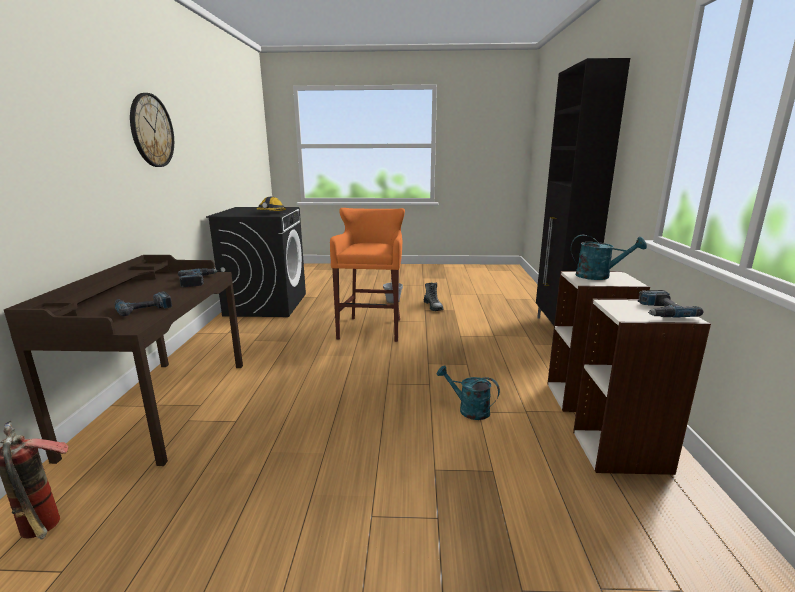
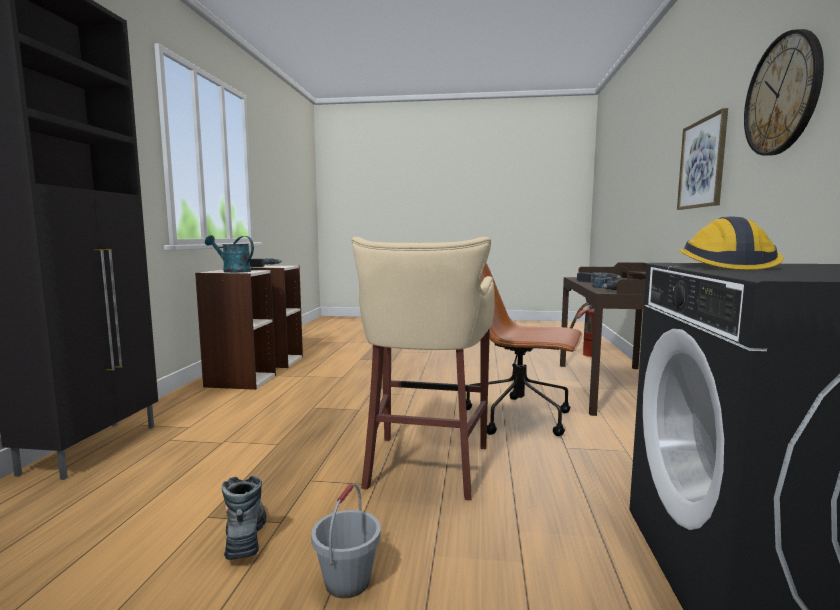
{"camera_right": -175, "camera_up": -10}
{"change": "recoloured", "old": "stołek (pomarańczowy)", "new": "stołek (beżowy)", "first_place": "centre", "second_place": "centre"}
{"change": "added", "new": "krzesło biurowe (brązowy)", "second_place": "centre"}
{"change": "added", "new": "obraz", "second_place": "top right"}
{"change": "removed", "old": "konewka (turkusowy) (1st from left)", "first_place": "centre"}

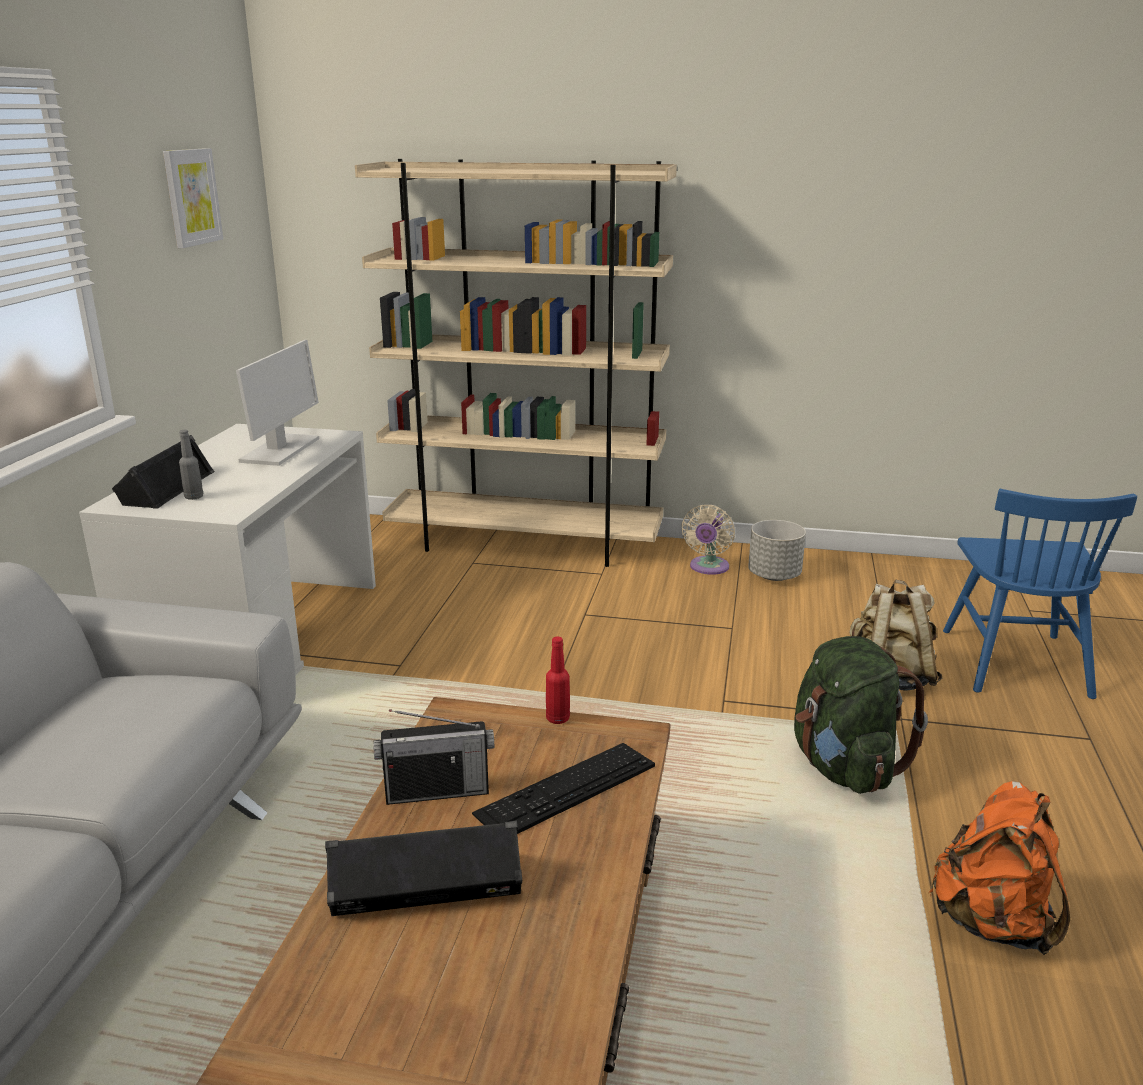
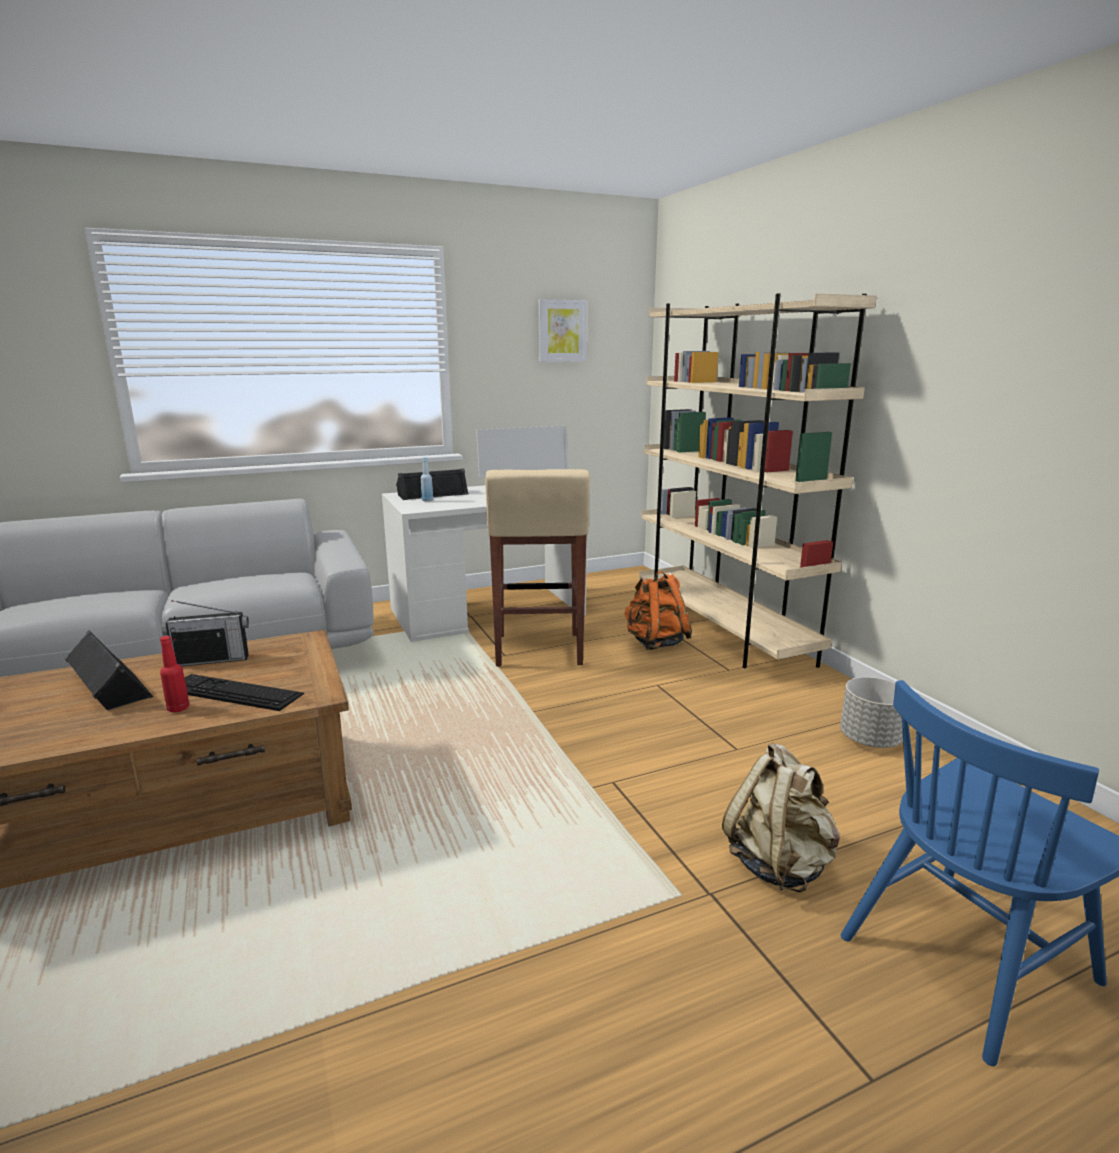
{"camera_right": 55, "camera_up": -5}
{"change": "moved", "old": "butelka (czerwony)", "first_place": "centre", "second_place": "middle left"}
{"change": "turned", "old": "radio", "first_place": "bottom centre", "second_place": "middle left", "degrees": -60}
{"change": "recoloured", "old": "butelka (szary)", "new": "butelka (niebieski)", "first_place": "middle left", "second_place": "centre"}
{"change": "added", "new": "stołek (beżowy)", "second_place": "centre"}
{"change": "moved", "old": "plecak (pomarańczowy)", "first_place": "bottom right", "second_place": "centre"}
{"change": "removed", "old": "wentylator (beżowy)", "first_place": "centre"}
{"change": "removed", "old": "plecak (zielony)", "first_place": "middle right"}

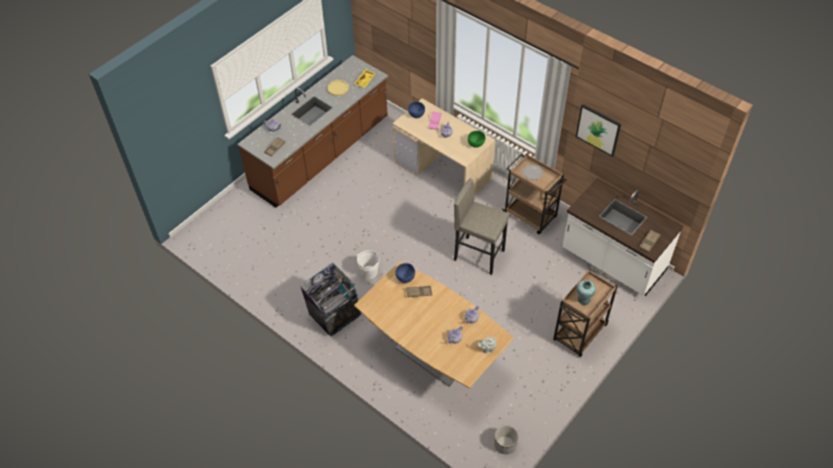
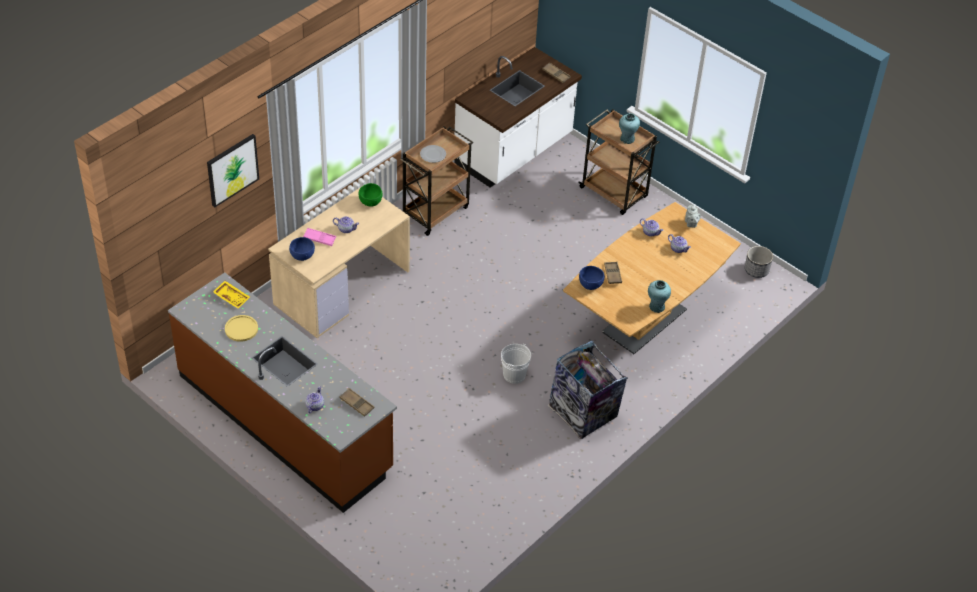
{"camera_right": -90, "camera_up": -5}
{"change": "moved", "old": "obraz", "first_place": "top right", "second_place": "top left"}
{"change": "added", "new": "wazon (turkusowy) (2nd from left)", "second_place": "middle right"}
{"change": "removed", "old": "stołek (szary)", "first_place": "centre"}

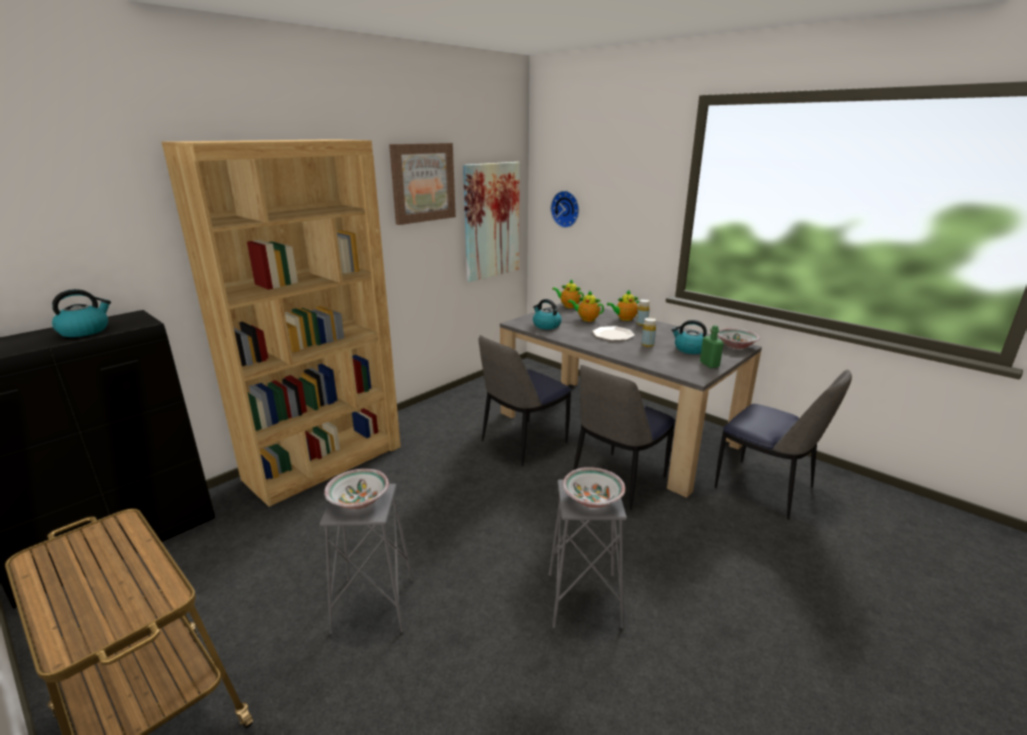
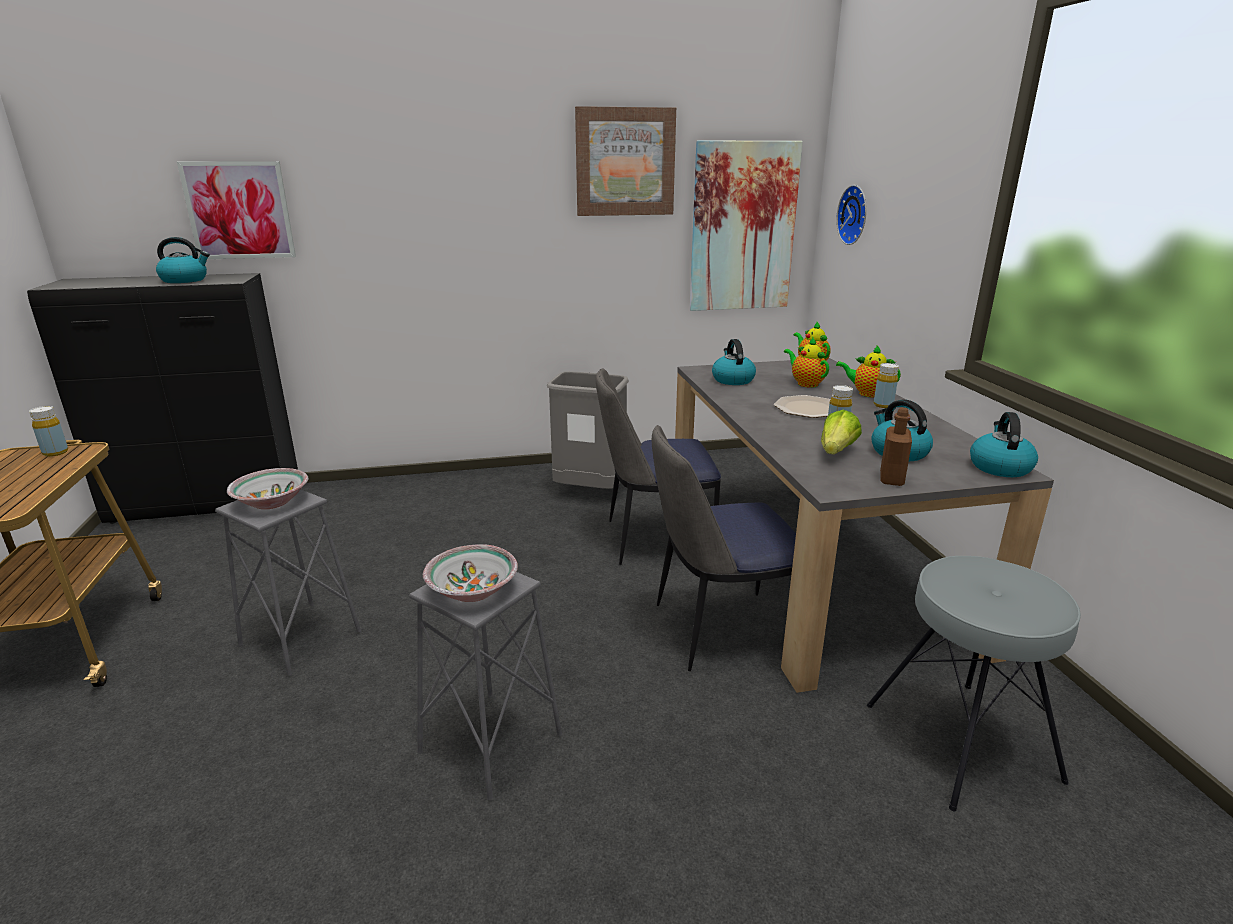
{"camera_right": 35, "camera_up": 0}
{"change": "added", "new": "butelka (żółty) (1st from left)", "second_place": "middle left"}
{"change": "added", "new": "obraz (1st from left)", "second_place": "top left"}
{"change": "added", "new": "kosz na śmieci (szary)", "second_place": "centre"}
{"change": "added", "new": "sałata", "second_place": "middle right"}
{"change": "replaced", "old": "krzesło (3rd from left)", "new": "stołek (szary) (3rd from left)", "first_place": "middle right", "second_place": "bottom right"}
{"change": "recoloured", "old": "butelka (zielony)", "new": "butelka (brązowy)", "first_place": "middle right", "second_place": "middle right"}
{"change": "replaced", "old": "miska (3rd from left)", "new": "czajnik (4th from left)", "first_place": "middle right", "second_place": "middle right"}
{"change": "removed", "old": "regał (brązowy)", "first_place": "middle left"}

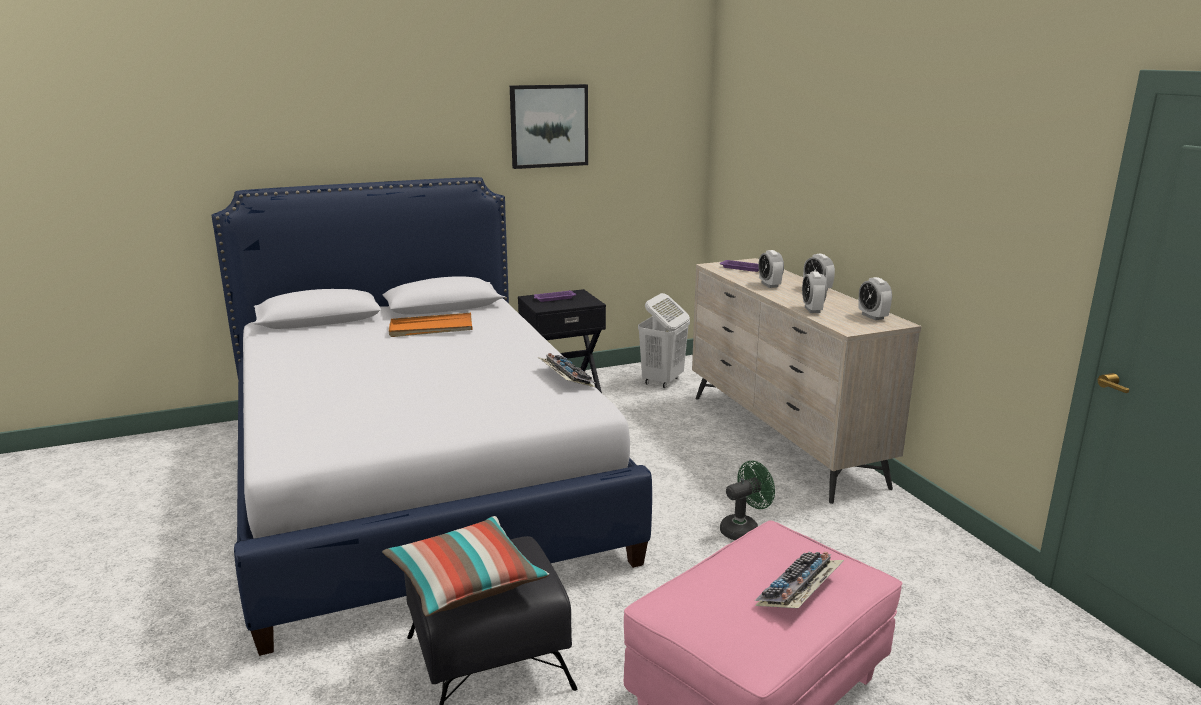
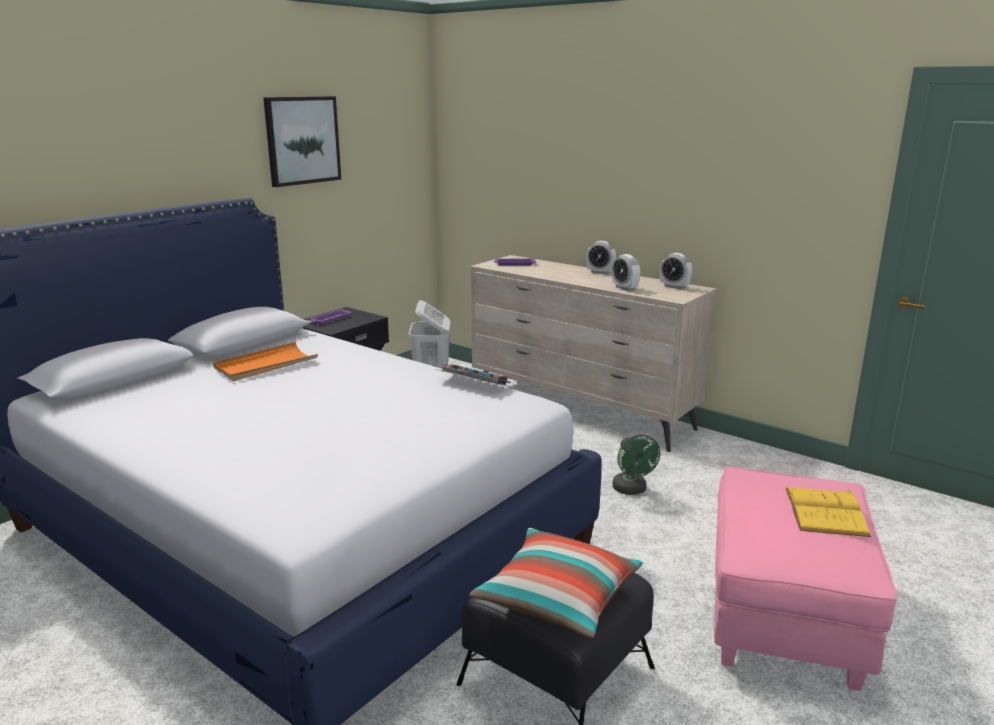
{"camera_right": -30, "camera_up": 0}
{"change": "turned", "old": "wentylator (zielony)", "first_place": "bottom centre", "second_place": "centre", "degrees": 135}
{"change": "replaced", "old": "klawiatura (2nd from left)", "new": "książka (żółty)", "first_place": "bottom centre", "second_place": "bottom right"}
{"change": "removed", "old": "budzik (1st from left)", "first_place": "centre"}

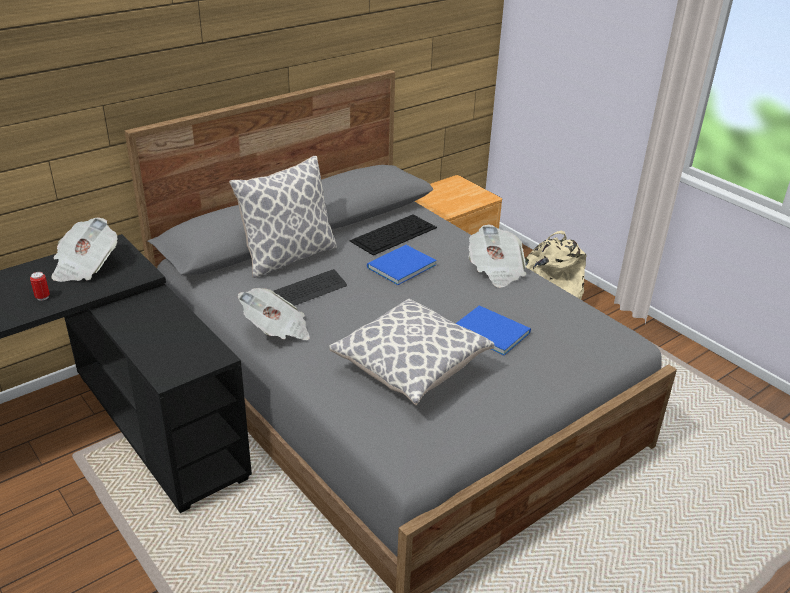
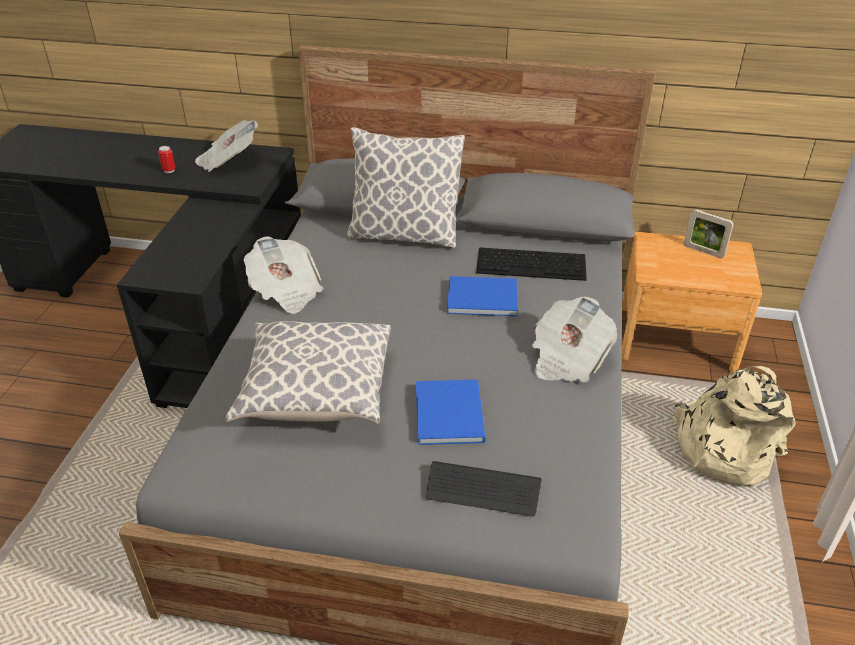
{"camera_right": 50, "camera_up": 5}
{"change": "moved", "old": "klawiatura (1st from left)", "first_place": "centre", "second_place": "bottom centre"}
{"change": "added", "new": "ramka na zdjęcie", "second_place": "middle right"}

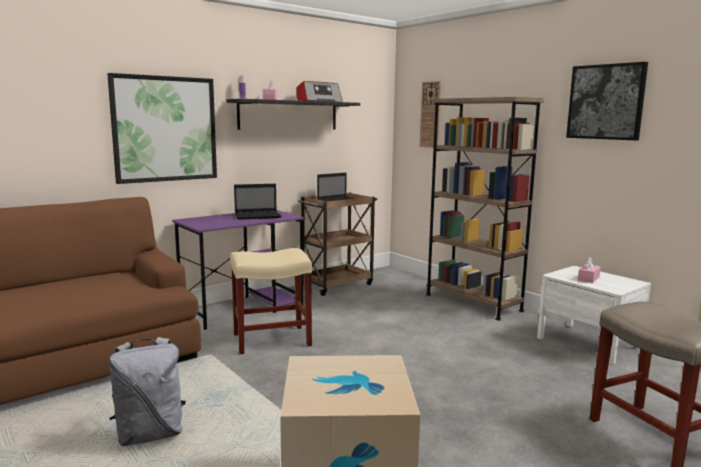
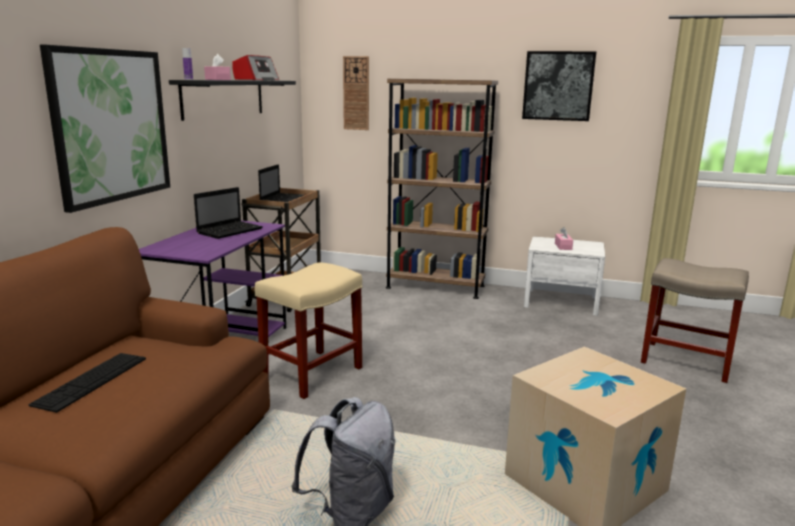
{"camera_right": -35, "camera_up": 5}
{"change": "added", "new": "klawiatura", "second_place": "bottom left"}

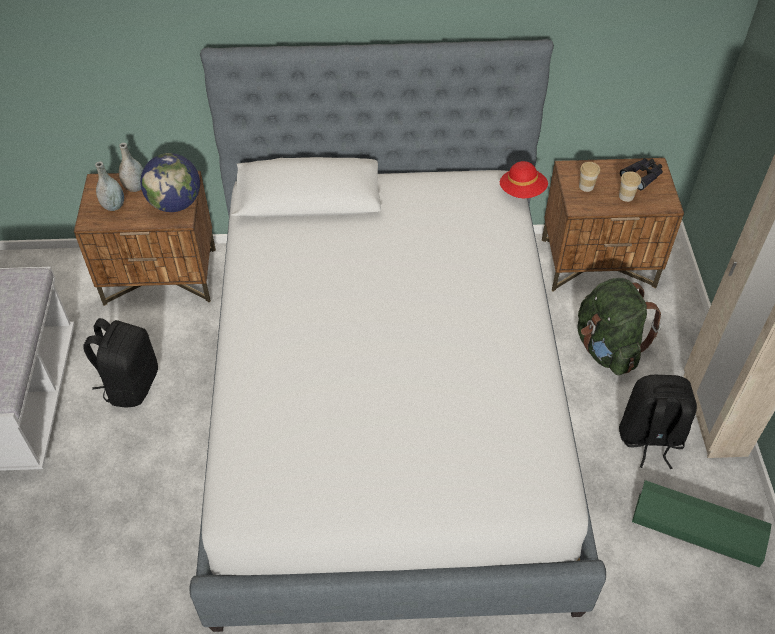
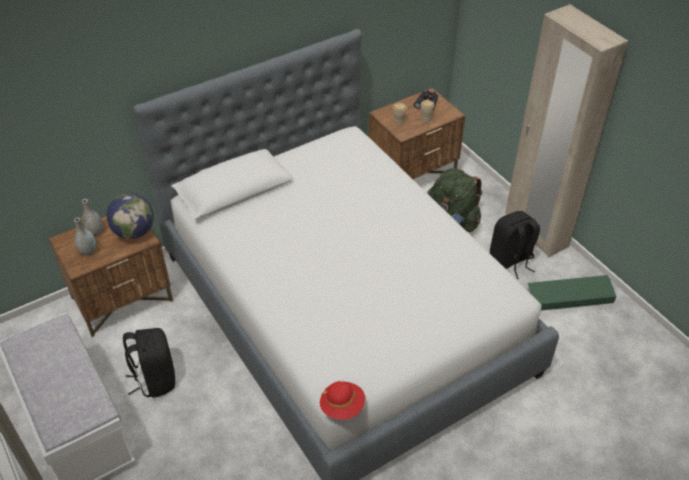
{"camera_right": -30, "camera_up": -5}
{"change": "moved", "old": "kapelusz (czerwony)", "first_place": "top right", "second_place": "bottom centre"}

